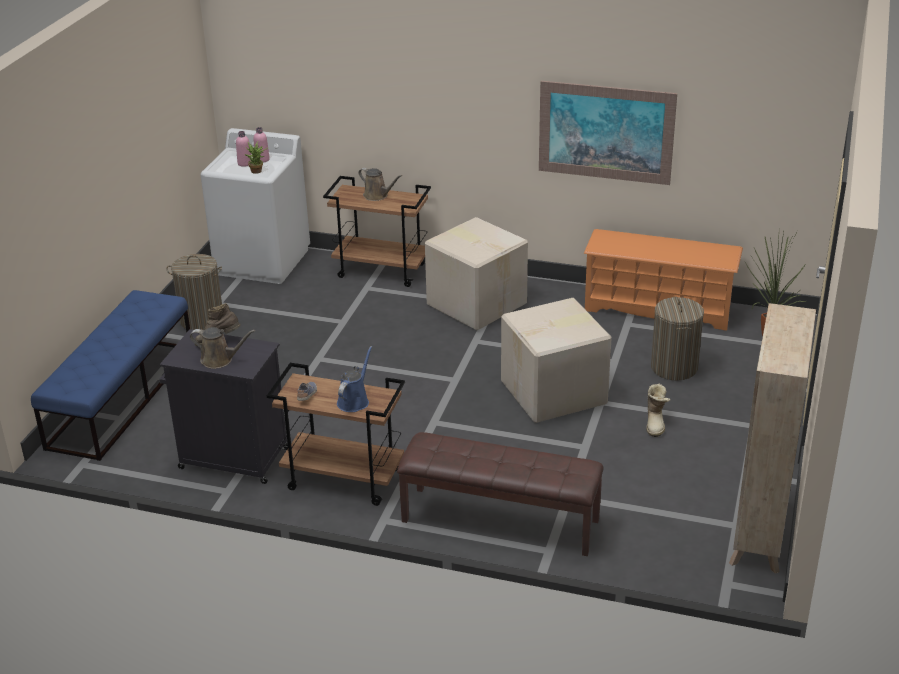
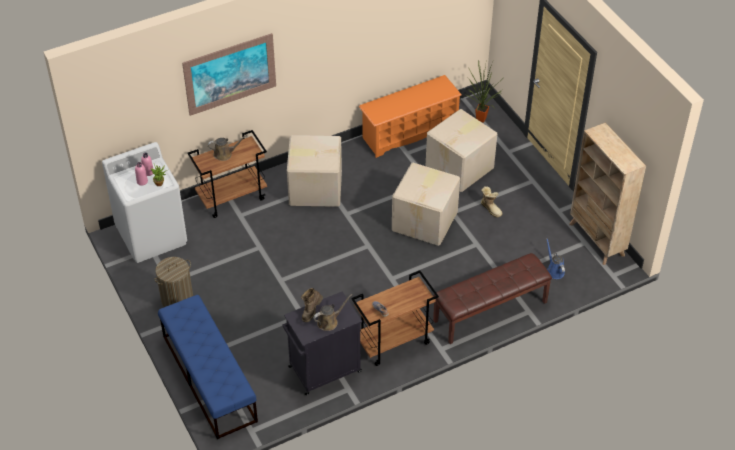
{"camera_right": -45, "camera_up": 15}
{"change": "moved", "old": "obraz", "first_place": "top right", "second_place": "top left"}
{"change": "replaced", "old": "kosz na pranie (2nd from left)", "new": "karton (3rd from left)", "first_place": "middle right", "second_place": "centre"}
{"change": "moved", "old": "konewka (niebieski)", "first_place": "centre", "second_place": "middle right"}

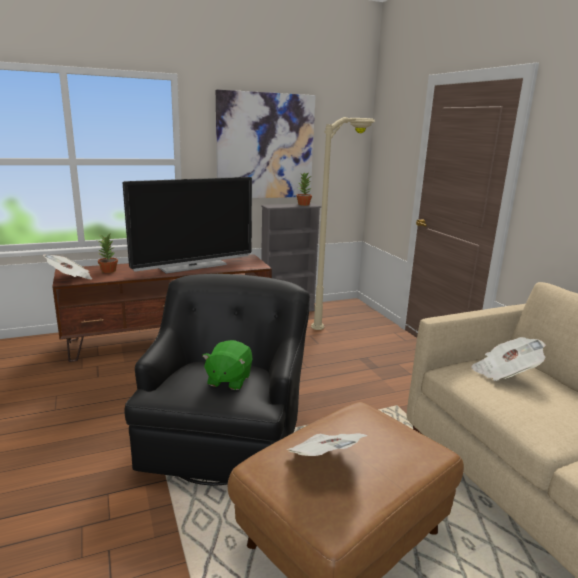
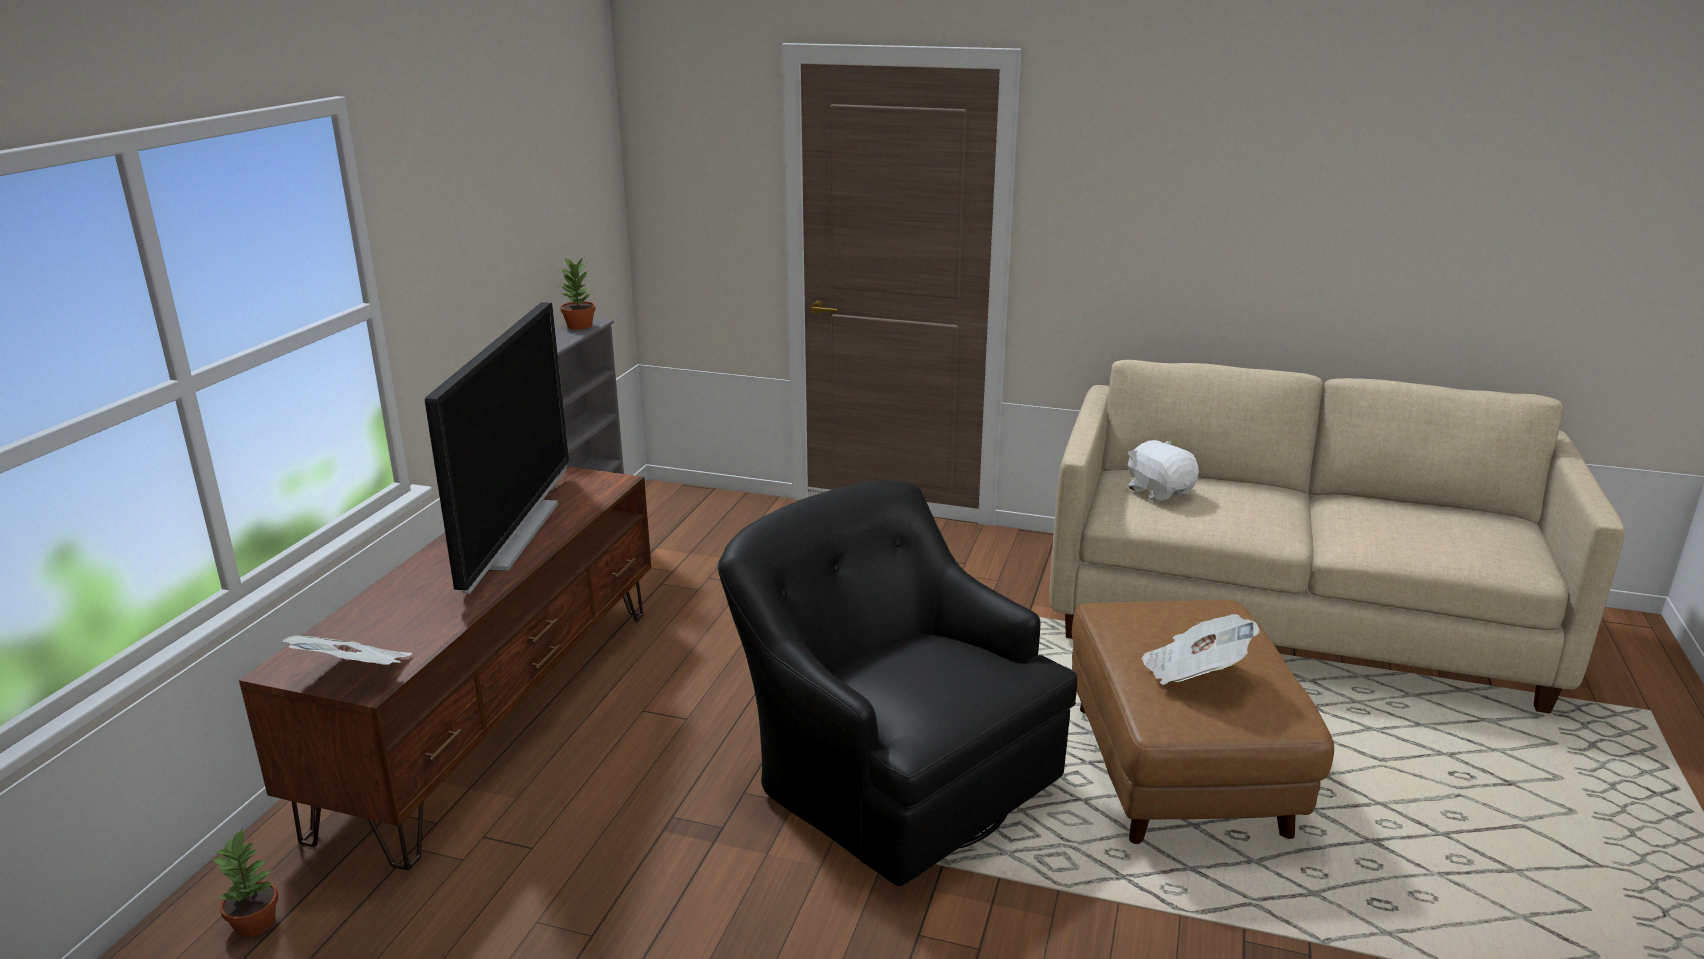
{"camera_right": -50, "camera_up": 5}
{"change": "moved", "old": "roślina doniczkowa (1st from left)", "first_place": "middle left", "second_place": "bottom left"}
{"change": "replaced", "old": "gazeta (3rd from left)", "new": "pluszak (biały)", "first_place": "middle right", "second_place": "middle right"}
{"change": "removed", "old": "pluszak (zielony)", "first_place": "centre"}
{"change": "removed", "old": "obraz", "first_place": "top centre"}
{"change": "removed", "old": "lampa stojąca (beżowy)", "first_place": "centre"}

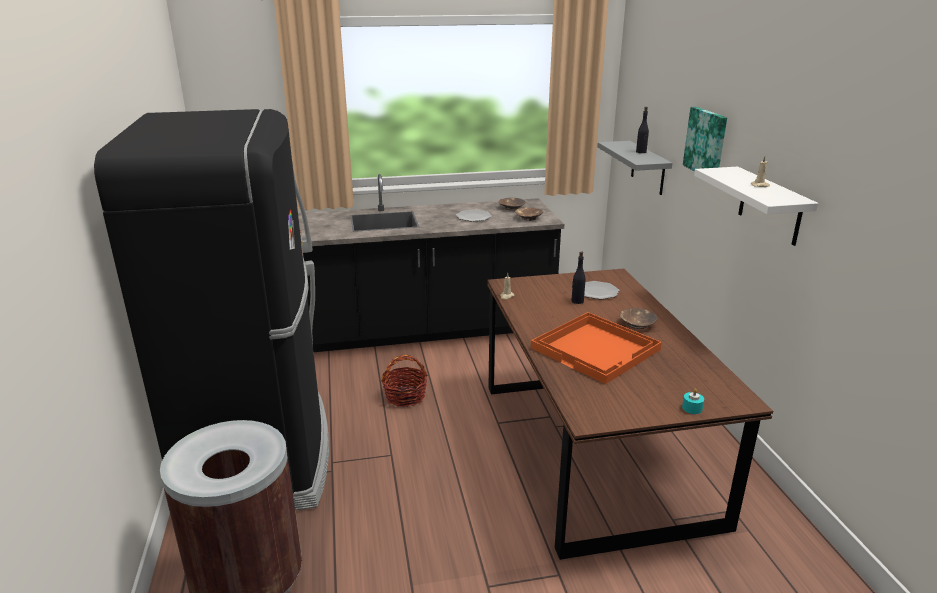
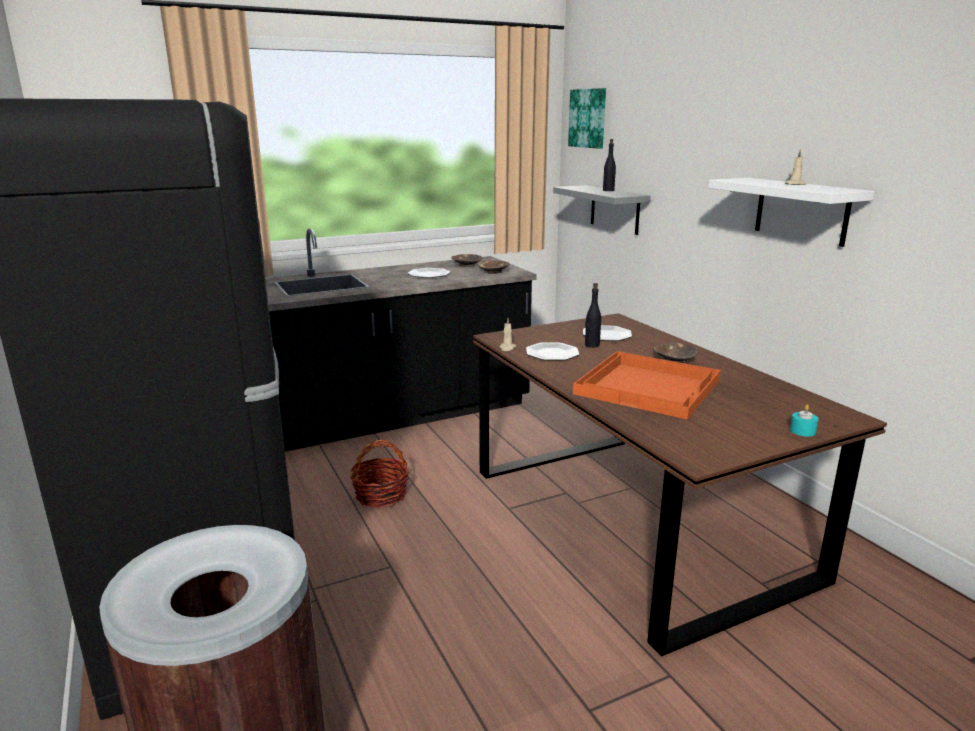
{"camera_right": -15, "camera_up": -5}
{"change": "added", "new": "talerz (2nd from left)", "second_place": "centre"}
{"change": "moved", "old": "obraz", "first_place": "top right", "second_place": "top centre"}

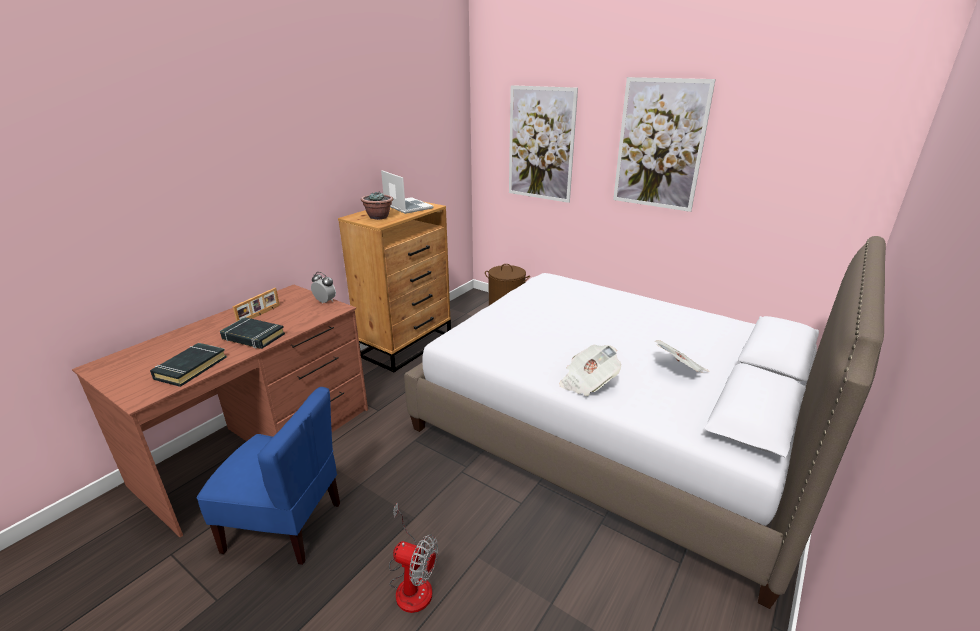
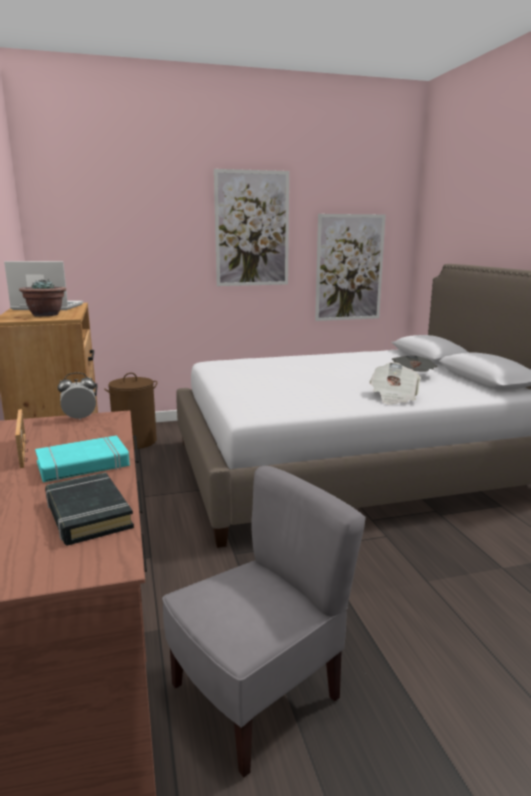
{"camera_right": -50, "camera_up": -10}
{"change": "recoloured", "old": "książka (czarny) (2nd from left)", "new": "książka (turkusowy)", "first_place": "middle left", "second_place": "middle left"}
{"change": "recoloured", "old": "krzesło (niebieski)", "new": "krzesło (szary)", "first_place": "bottom left", "second_place": "bottom centre"}
{"change": "moved", "old": "obraz (1st from left in the first image)", "new": "obraz (2nd from left)", "first_place": "top centre", "second_place": "centre"}
{"change": "removed", "old": "wentylator", "first_place": "bottom centre"}

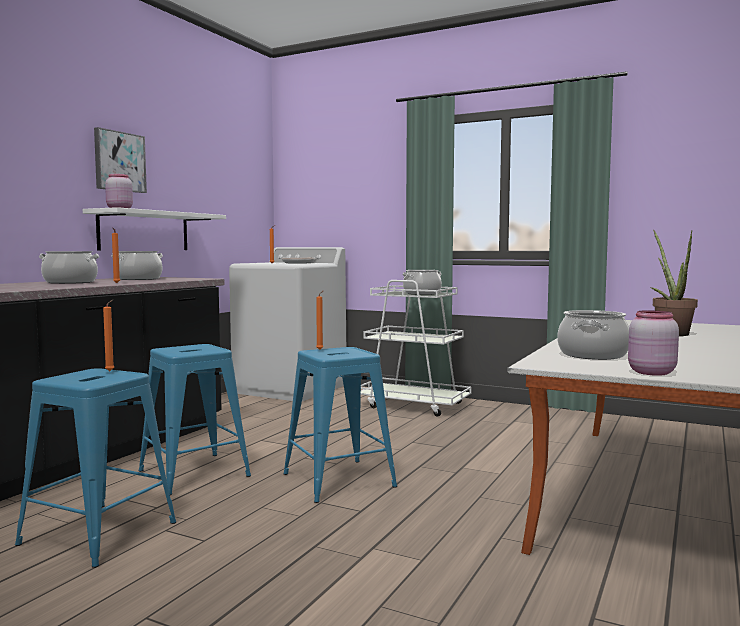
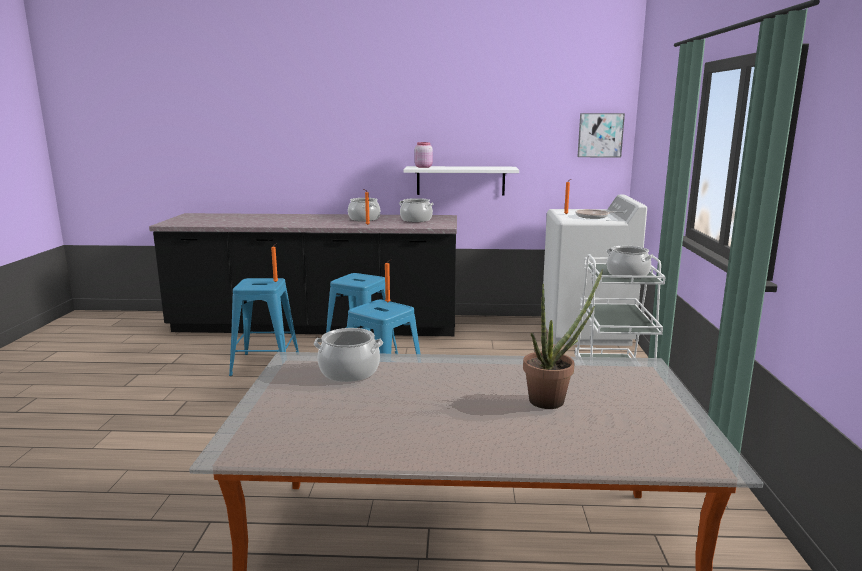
{"camera_right": 65, "camera_up": 10}
{"change": "moved", "old": "obraz", "first_place": "top left", "second_place": "top right"}
{"change": "removed", "old": "słoik (różowy) (2nd from left)", "first_place": "middle right"}

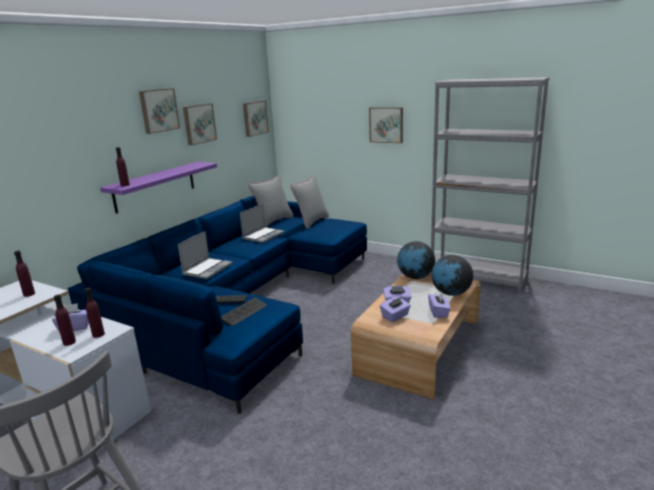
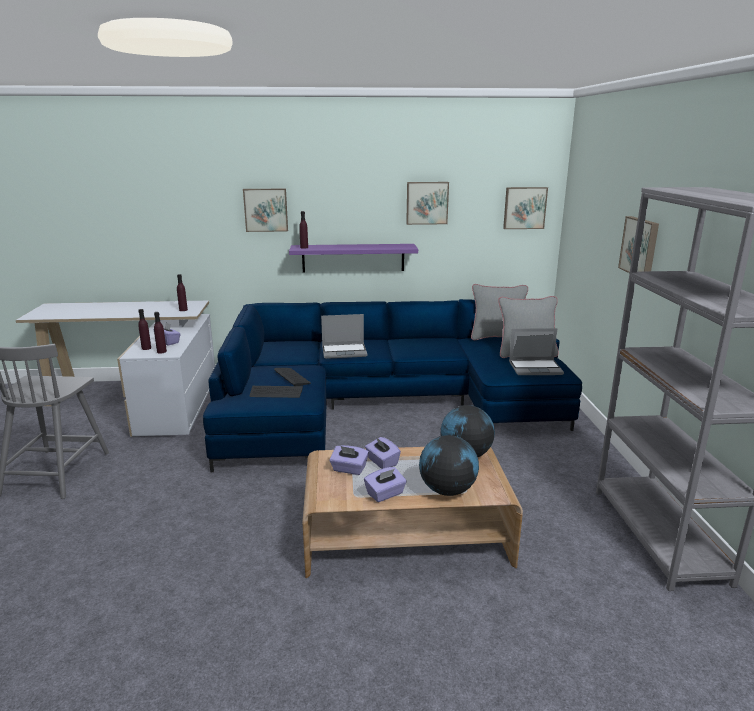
{"camera_right": 55, "camera_up": 0}
{"change": "moved", "old": "obraz (1st from left)", "first_place": "top left", "second_place": "top centre"}
{"change": "moved", "old": "laptop (2nd from left)", "first_place": "centre", "second_place": "middle right"}

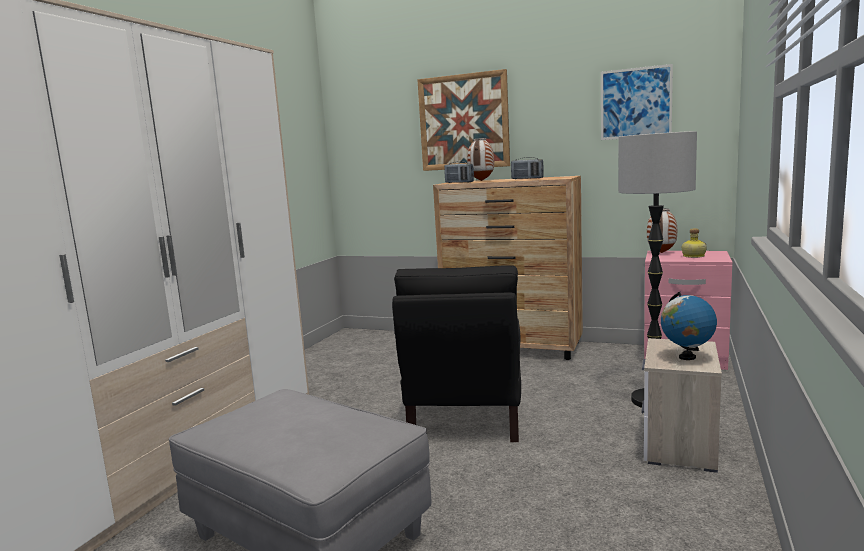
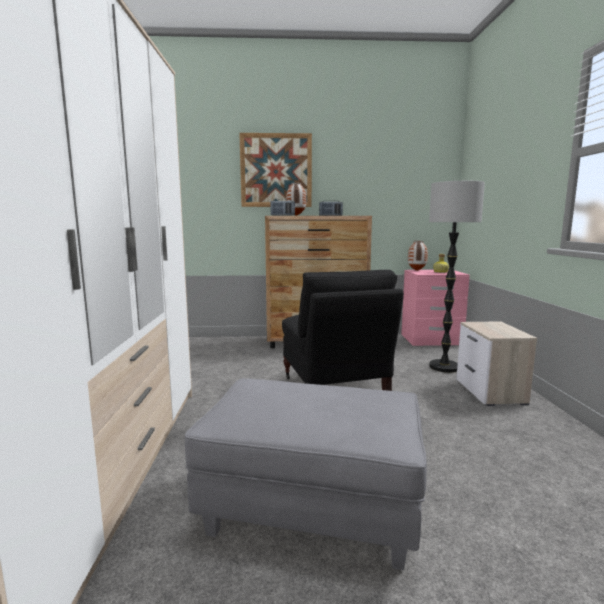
{"camera_right": -25, "camera_up": 0}
{"change": "removed", "old": "obraz (2nd from left)", "first_place": "top right"}
{"change": "removed", "old": "globus", "first_place": "middle right"}

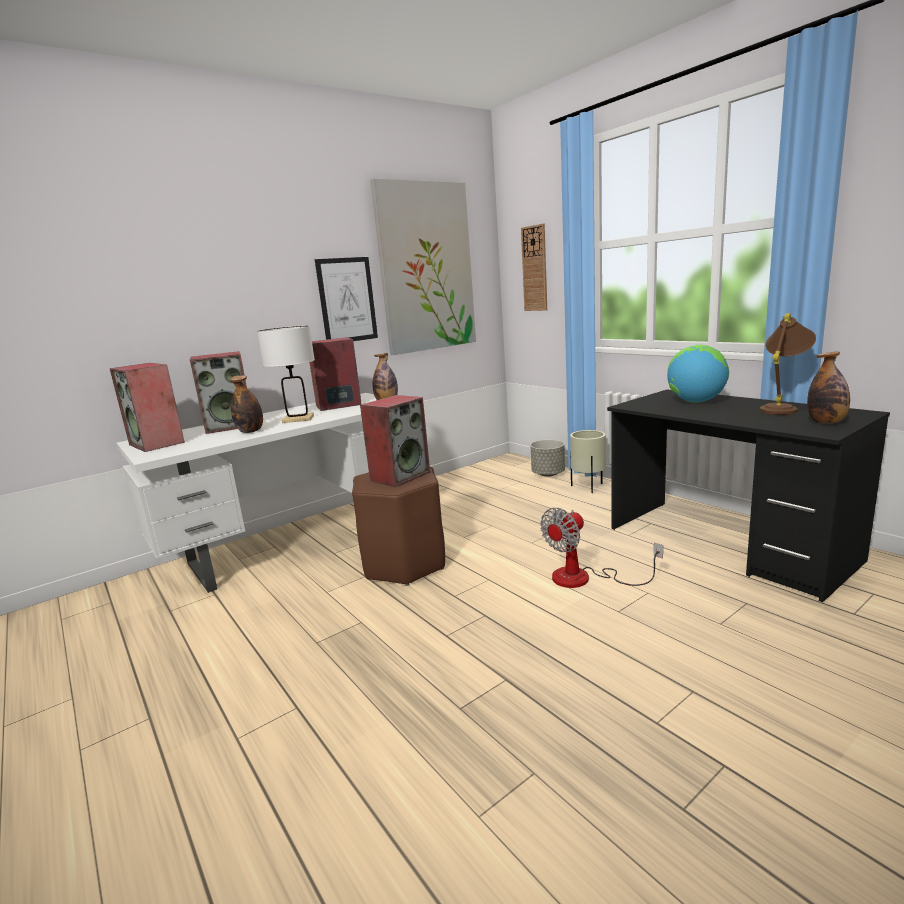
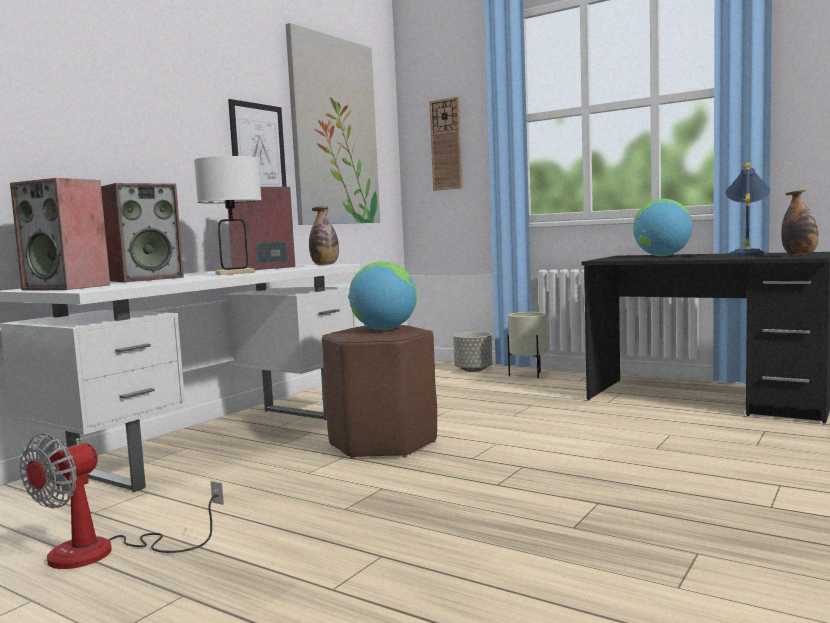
{"camera_right": -20, "camera_up": -10}
{"change": "moved", "old": "wentylator", "first_place": "centre", "second_place": "bottom left"}
{"change": "replaced", "old": "głośnik (4th from left)", "new": "globus (1st from left)", "first_place": "centre", "second_place": "centre"}
{"change": "recoloured", "old": "lampa stołowa (brązowy)", "new": "lampa stołowa (niebieski)", "first_place": "middle right", "second_place": "middle right"}
{"change": "removed", "old": "butelka (1st from left)", "first_place": "middle left"}

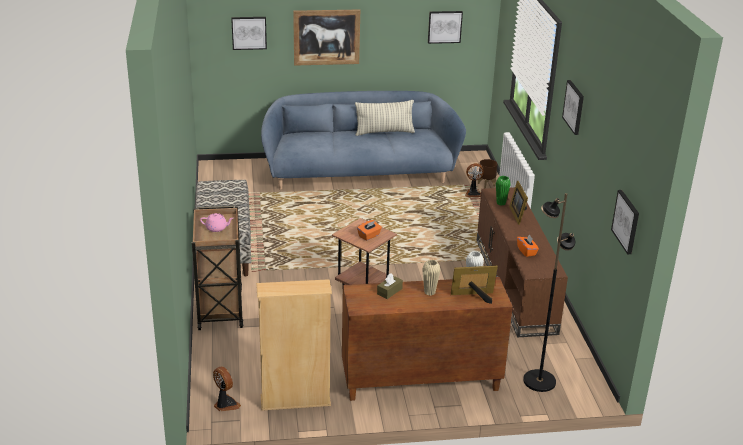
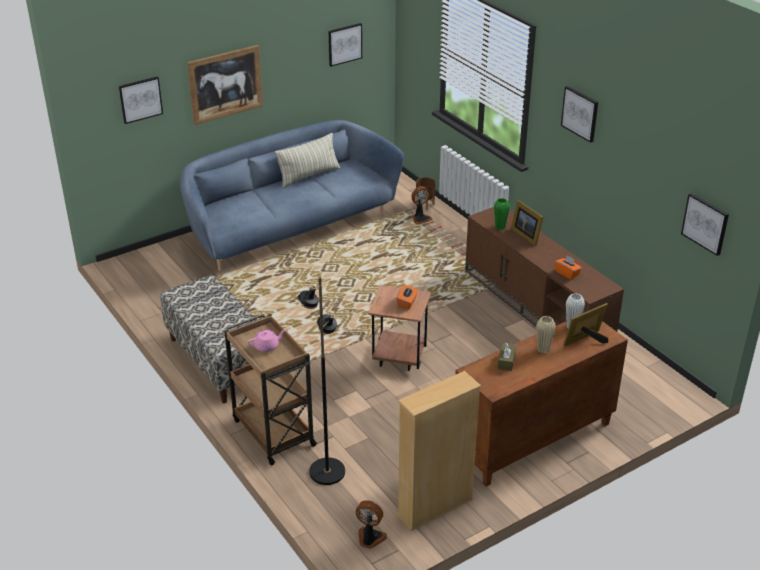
{"camera_right": -25, "camera_up": 5}
{"change": "moved", "old": "lampa stojąca (czarny)", "first_place": "middle right", "second_place": "bottom centre"}

